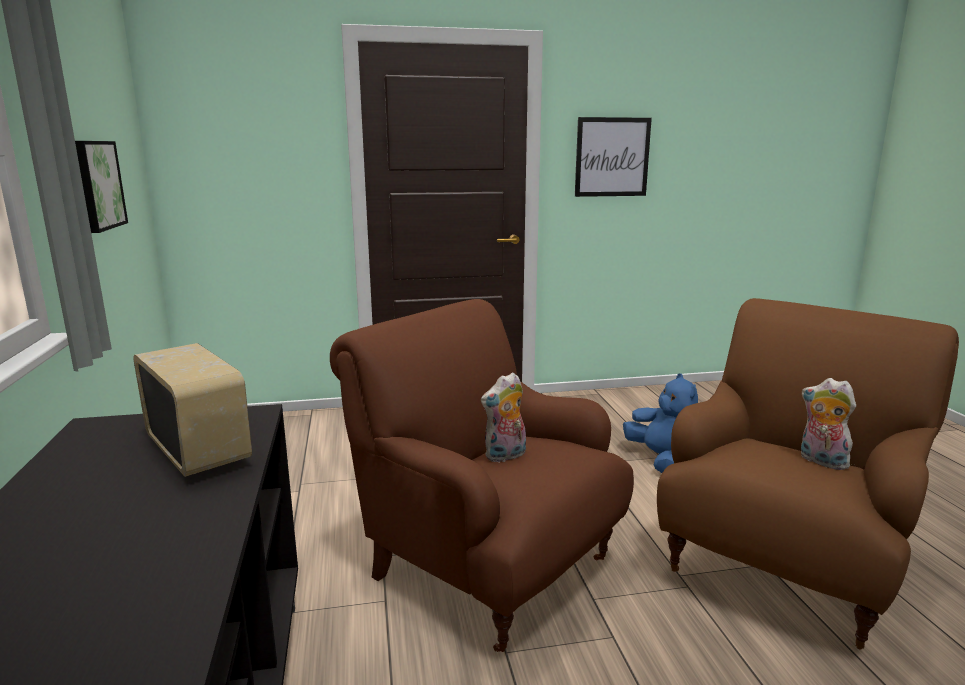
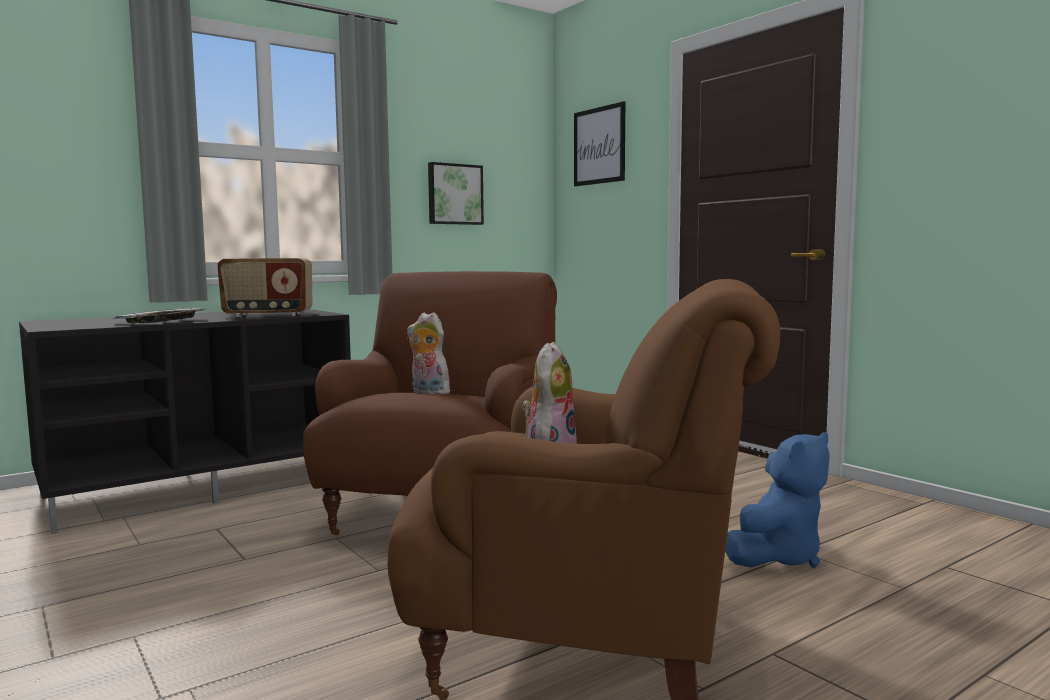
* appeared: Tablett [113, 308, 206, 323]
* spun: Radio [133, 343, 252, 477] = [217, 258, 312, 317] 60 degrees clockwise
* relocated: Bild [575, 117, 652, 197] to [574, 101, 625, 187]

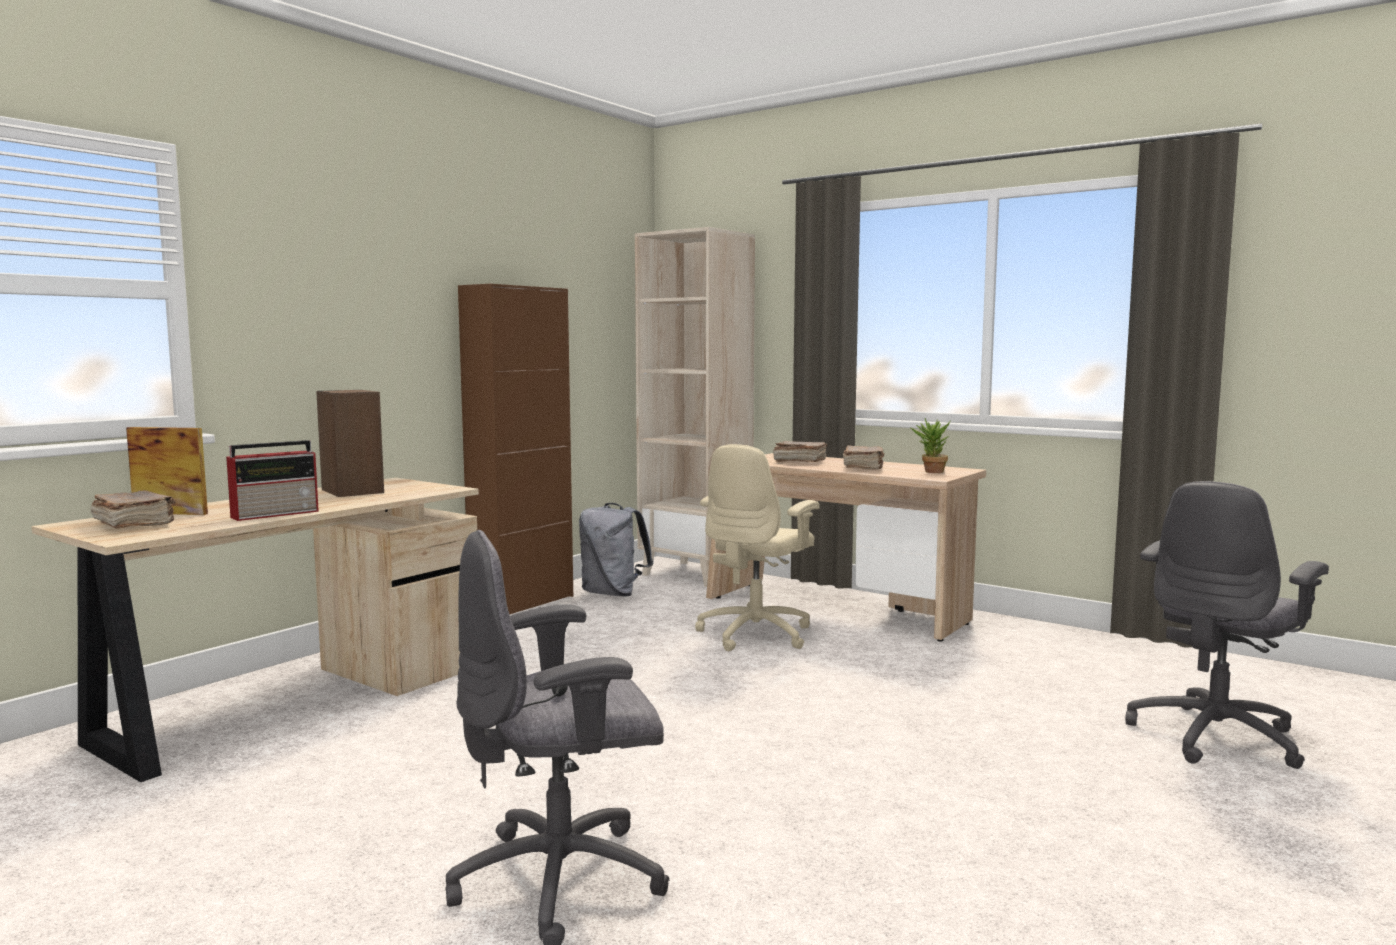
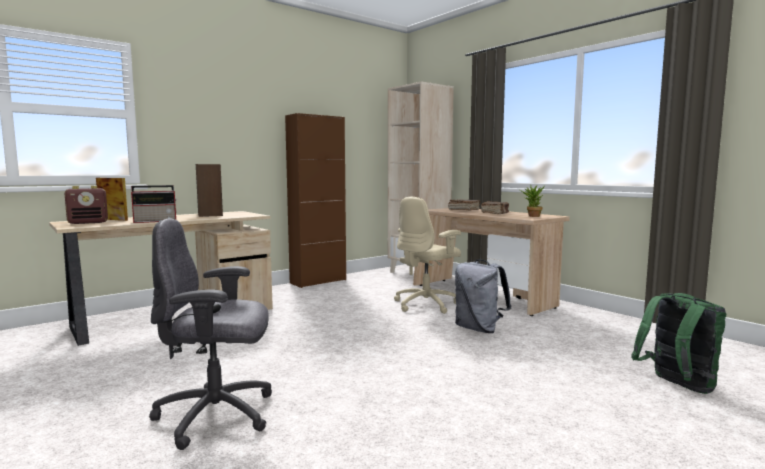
* exchanged: Buch/braun [90, 490, 176, 529] to Radio [64, 186, 108, 224]
* relocated: Rucksack/grau [579, 503, 653, 596] to [455, 259, 511, 333]
* exchanged: Bürostuhl/grau [1125, 481, 1329, 769] to Rucksack/grün [631, 293, 726, 394]

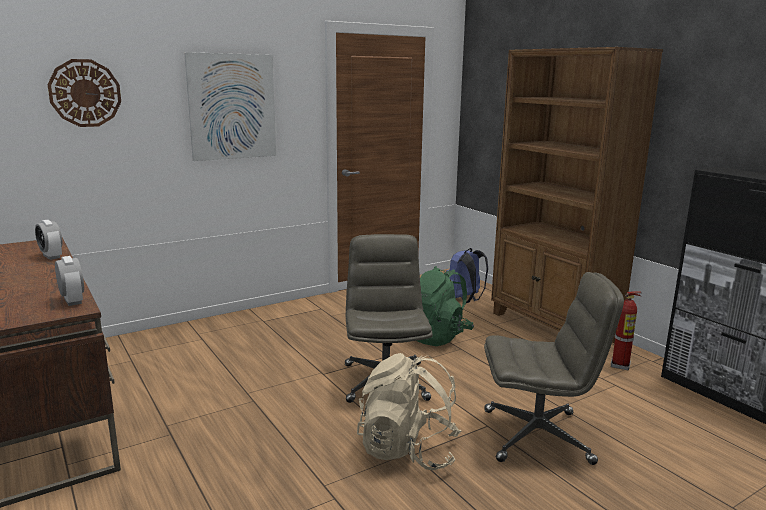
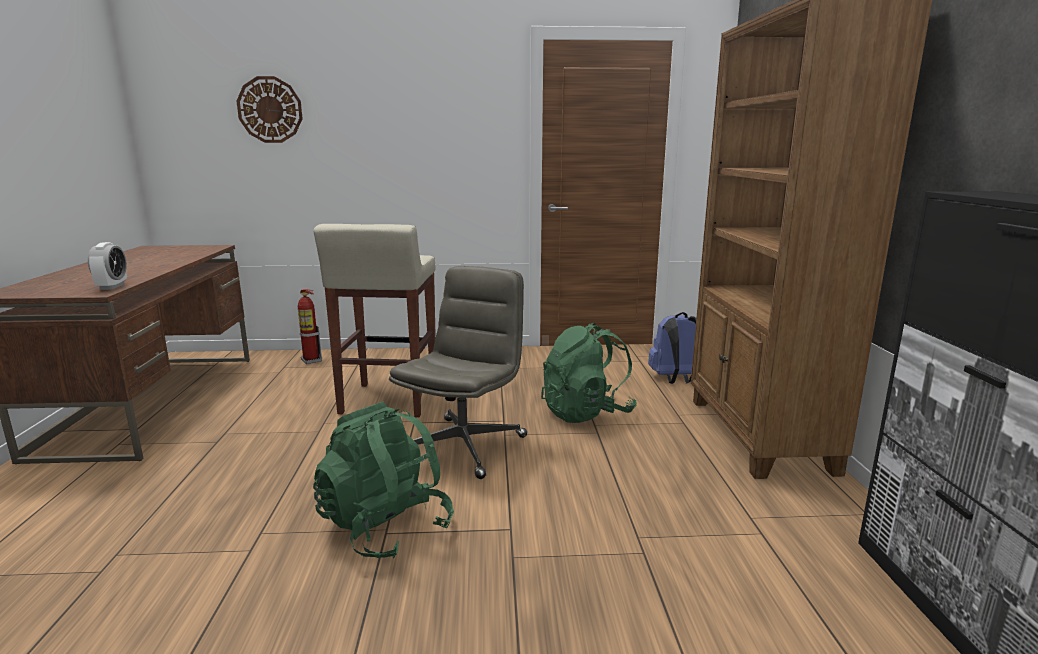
* relocated: Feuerlöscher [611, 291, 642, 370] to [298, 289, 322, 364]
* colour: Rucksack/beige [357, 353, 461, 470] to Rucksack/grün [313, 401, 454, 558]
* appeared: Hocker/beige [314, 224, 436, 417]
* missing: Wecker [35, 220, 62, 260]
* missing: Bild [184, 52, 276, 161]
* missing: Bürostuhl/grau [484, 272, 624, 465]

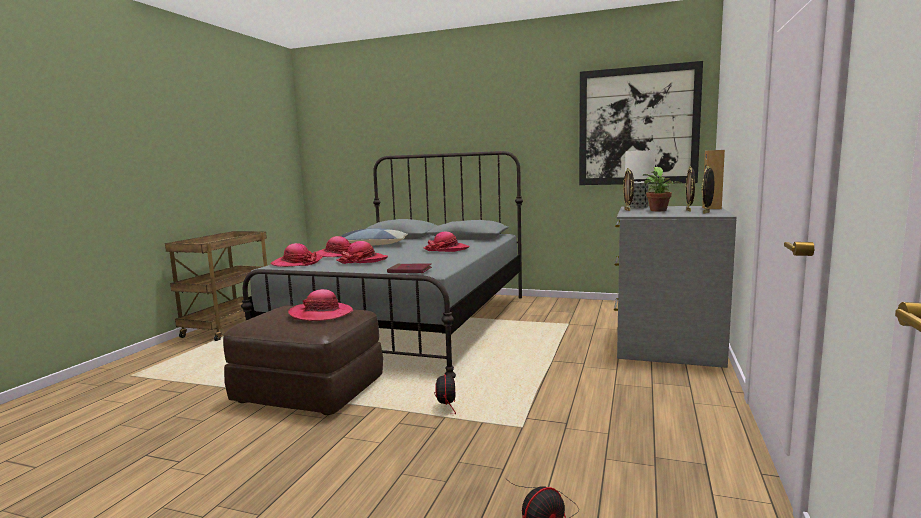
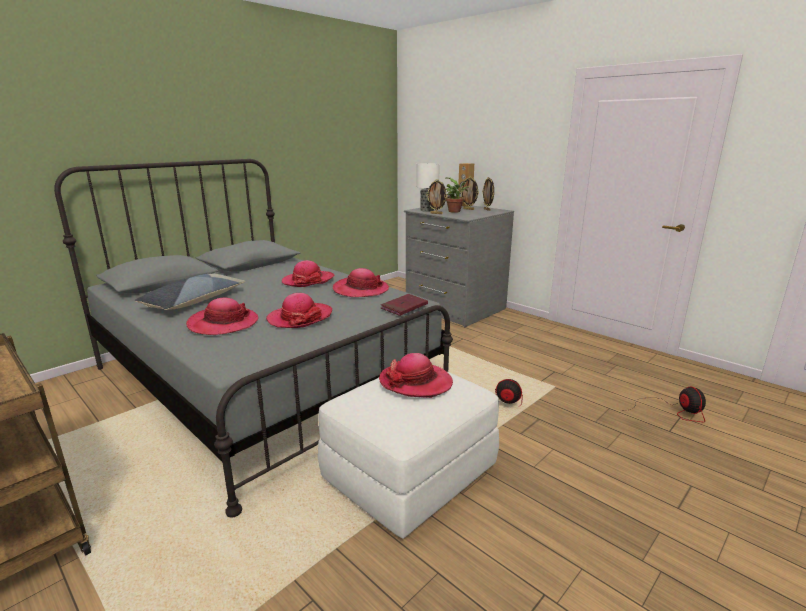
* colour: Polsterhocker/braun [223, 305, 383, 415] to Polsterhocker/weiß [318, 371, 499, 539]
* relocated: Hut [270, 243, 323, 267] to [333, 268, 389, 297]
* missing: Bild [579, 61, 703, 185]

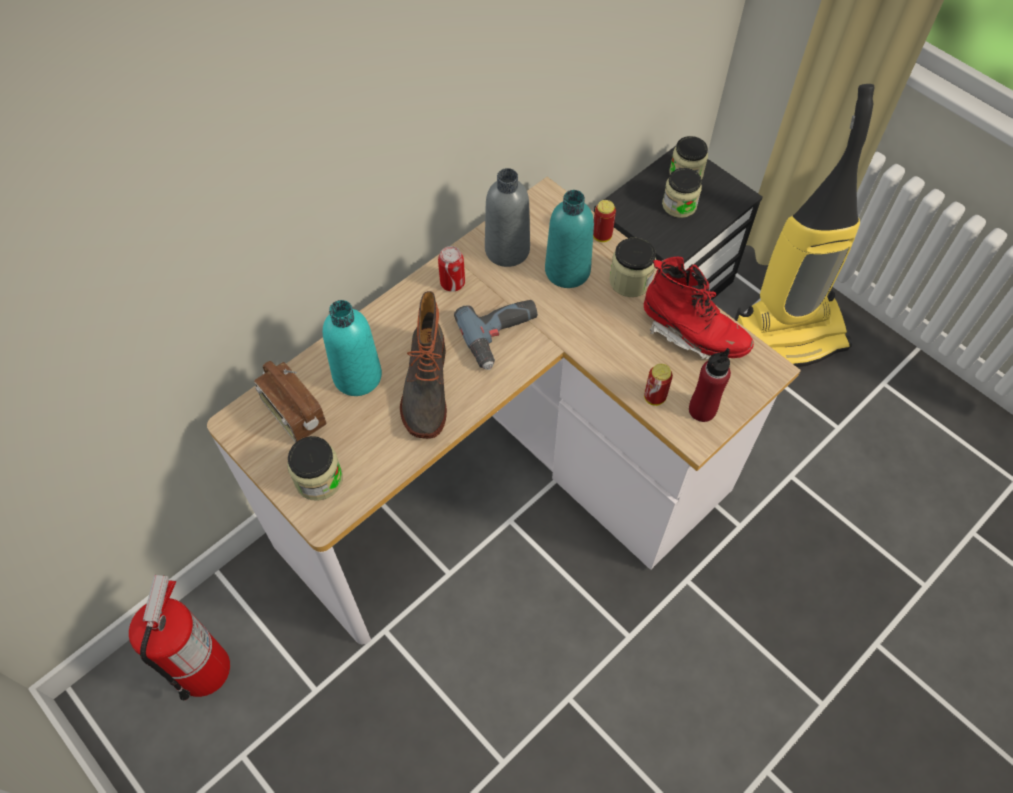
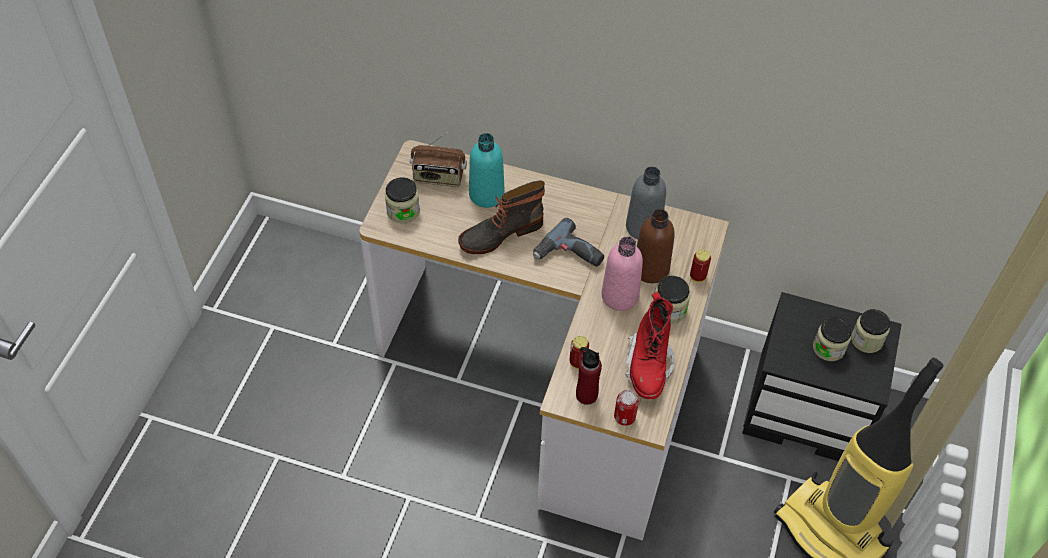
* spun: Radio [254, 361, 327, 442] = [410, 132, 467, 187] 105 degrees counterclockwise
* appeared: Flasche/rosa [601, 236, 643, 311]
* relocated: Dose [438, 246, 465, 292] to [614, 389, 639, 426]
* colour: Flasche/türkis [545, 190, 594, 288] to Flasche/braun [637, 209, 675, 283]
* missing: Feuerlöscher [129, 575, 230, 700]

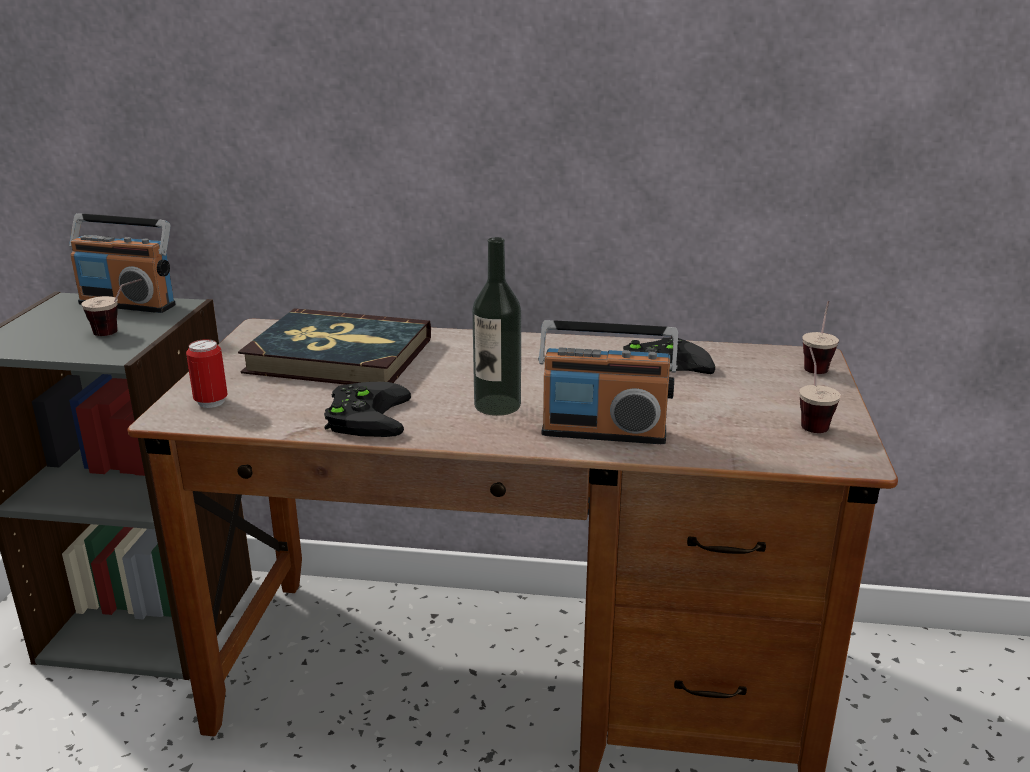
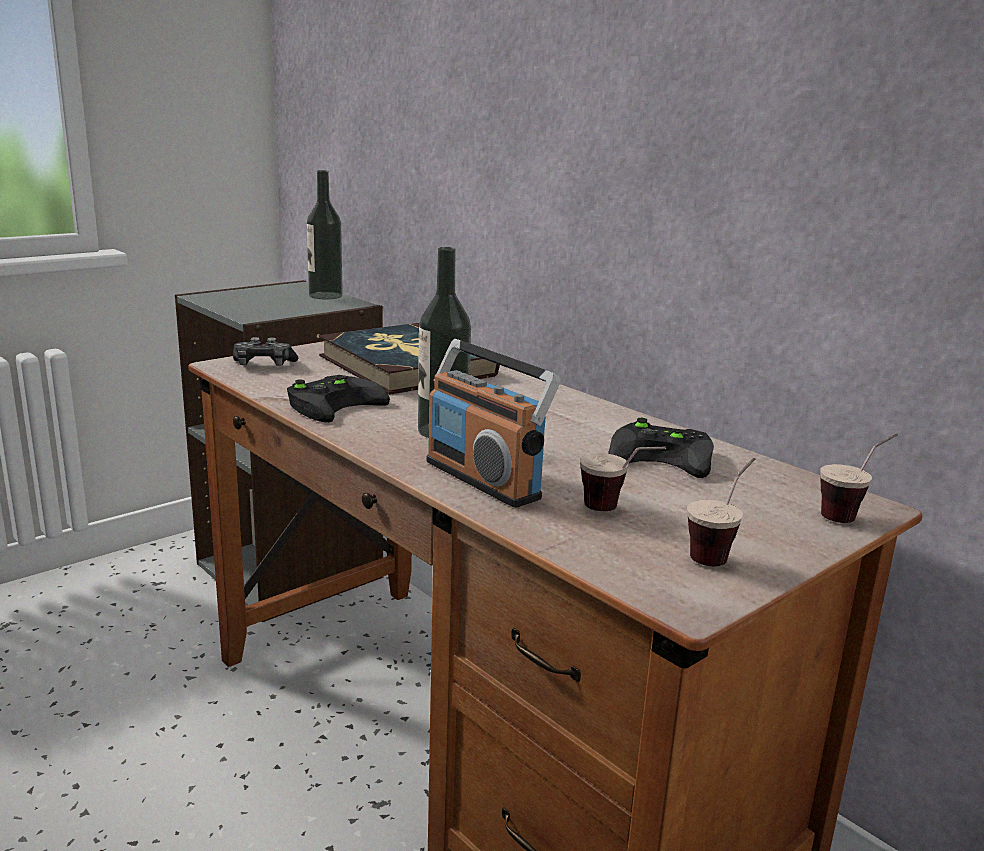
* exchanged: Dose [186, 339, 228, 408] to Gamepad [233, 337, 298, 366]
* exchanged: Radio [69, 213, 176, 313] to Flasche [307, 170, 343, 299]
* relocated: Tasse [81, 279, 142, 336] to [580, 446, 666, 511]

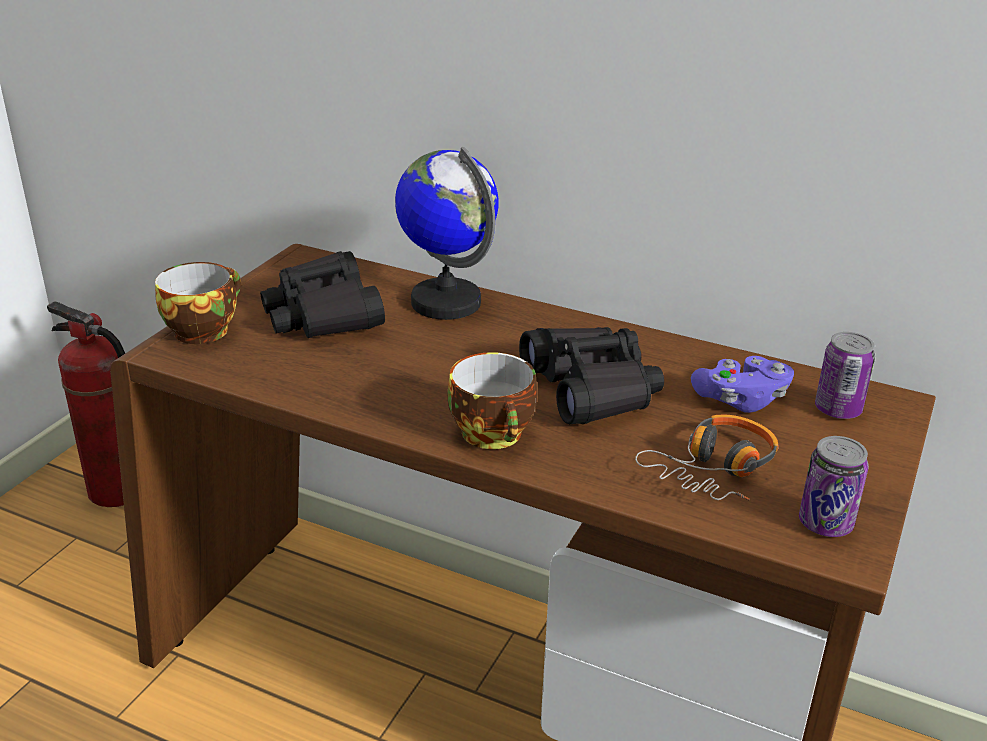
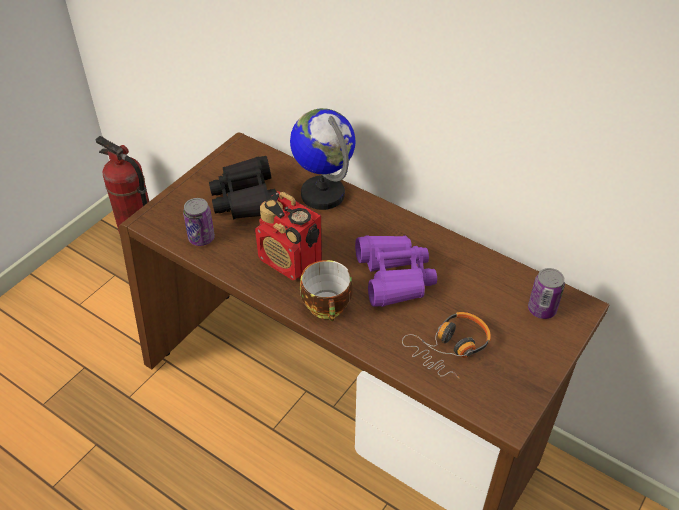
* relocated: Dose [799, 436, 869, 537] to [183, 198, 215, 246]
* appeared: Radio [255, 191, 322, 280]
* colour: Fernglas/schwarz [519, 327, 664, 424] to Fernglas/lila [355, 235, 437, 307]
* missing: Tasse [155, 262, 241, 344]
* missing: Gamepad/lila [691, 356, 794, 413]

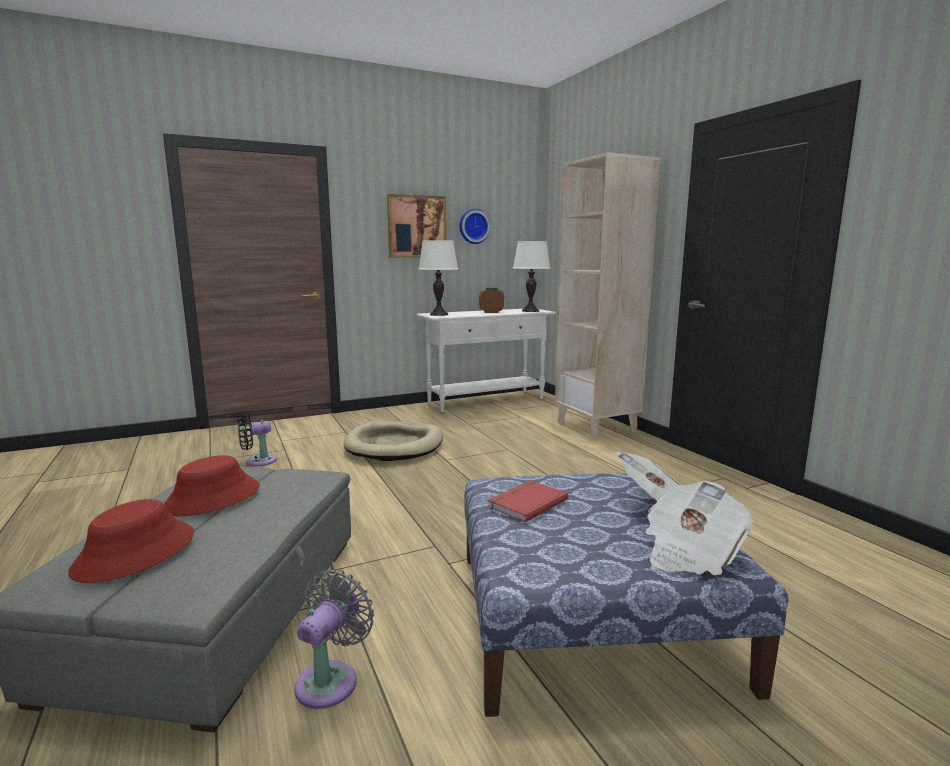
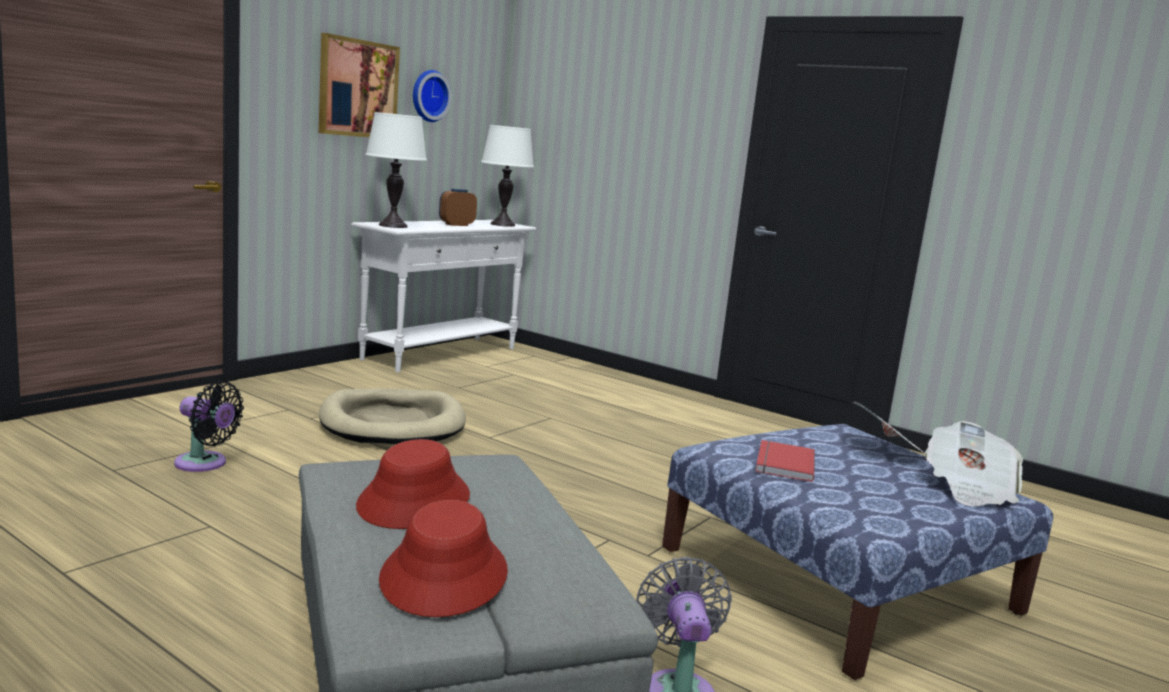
* spun: Ventilator/schwarz [237, 411, 277, 466] = [174, 381, 244, 472] 105 degrees counterclockwise
* missing: Bücherregal/beige [555, 152, 661, 440]

